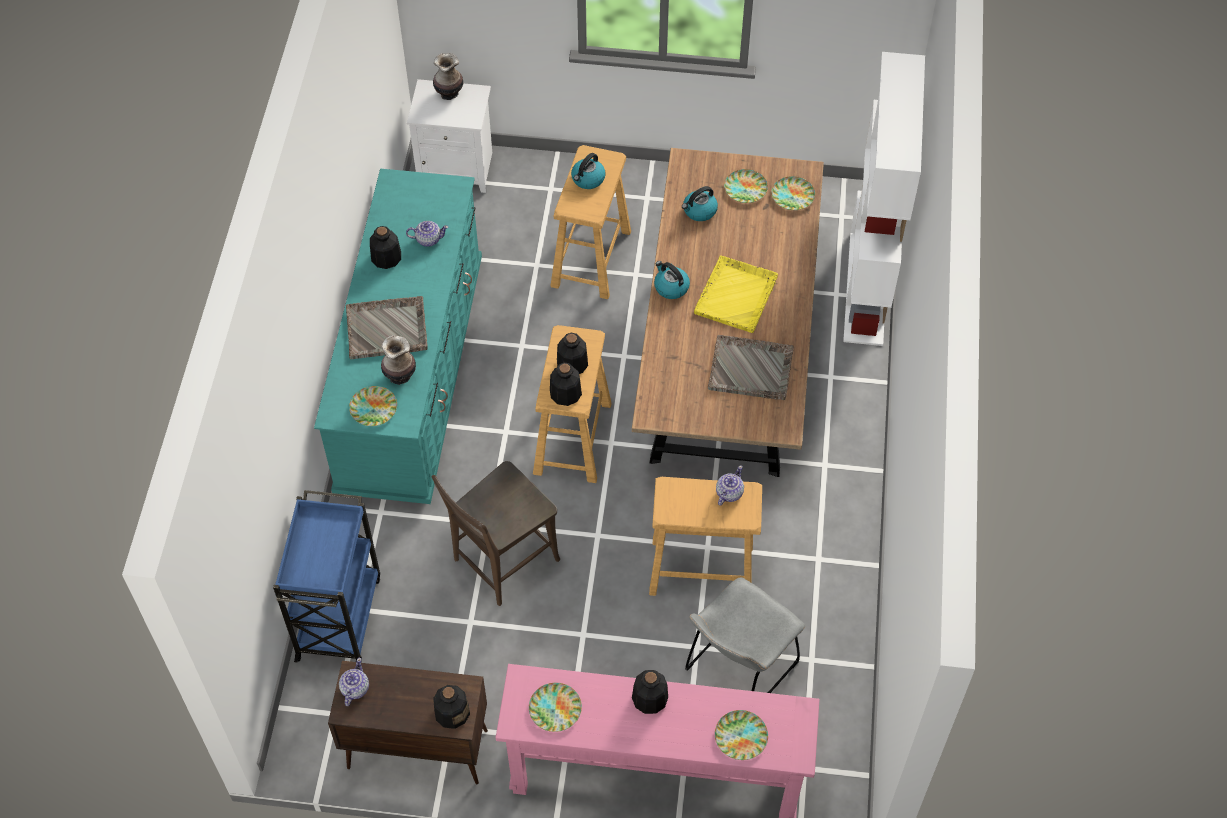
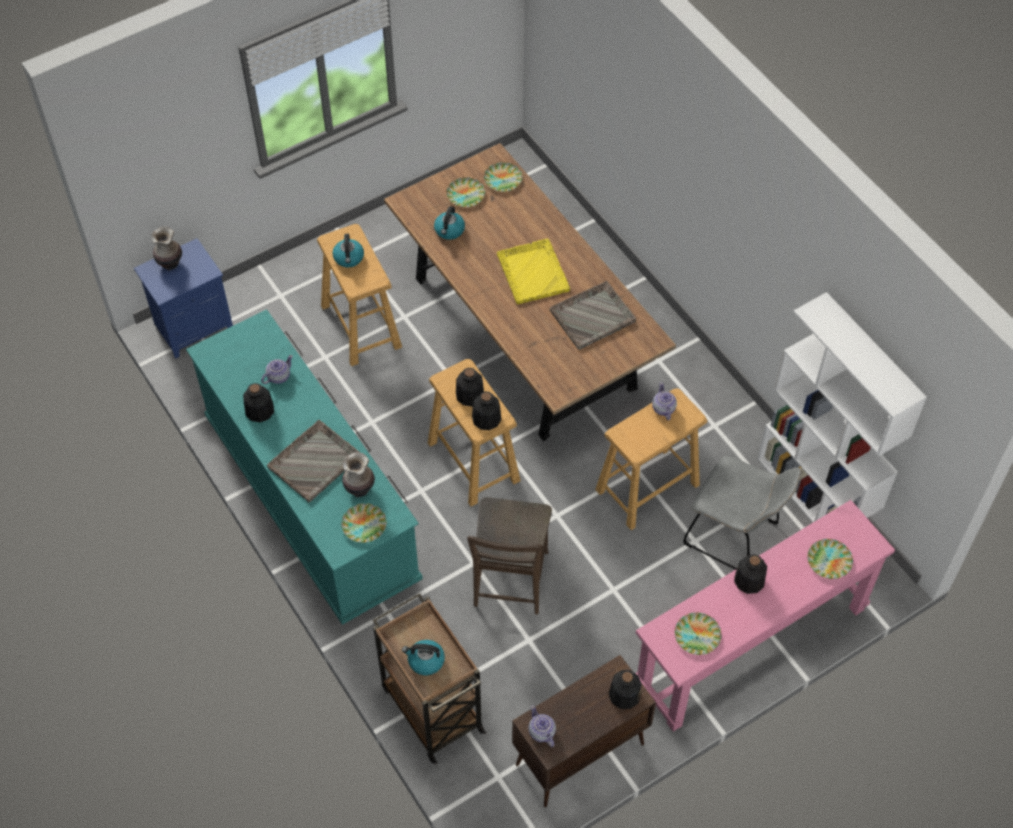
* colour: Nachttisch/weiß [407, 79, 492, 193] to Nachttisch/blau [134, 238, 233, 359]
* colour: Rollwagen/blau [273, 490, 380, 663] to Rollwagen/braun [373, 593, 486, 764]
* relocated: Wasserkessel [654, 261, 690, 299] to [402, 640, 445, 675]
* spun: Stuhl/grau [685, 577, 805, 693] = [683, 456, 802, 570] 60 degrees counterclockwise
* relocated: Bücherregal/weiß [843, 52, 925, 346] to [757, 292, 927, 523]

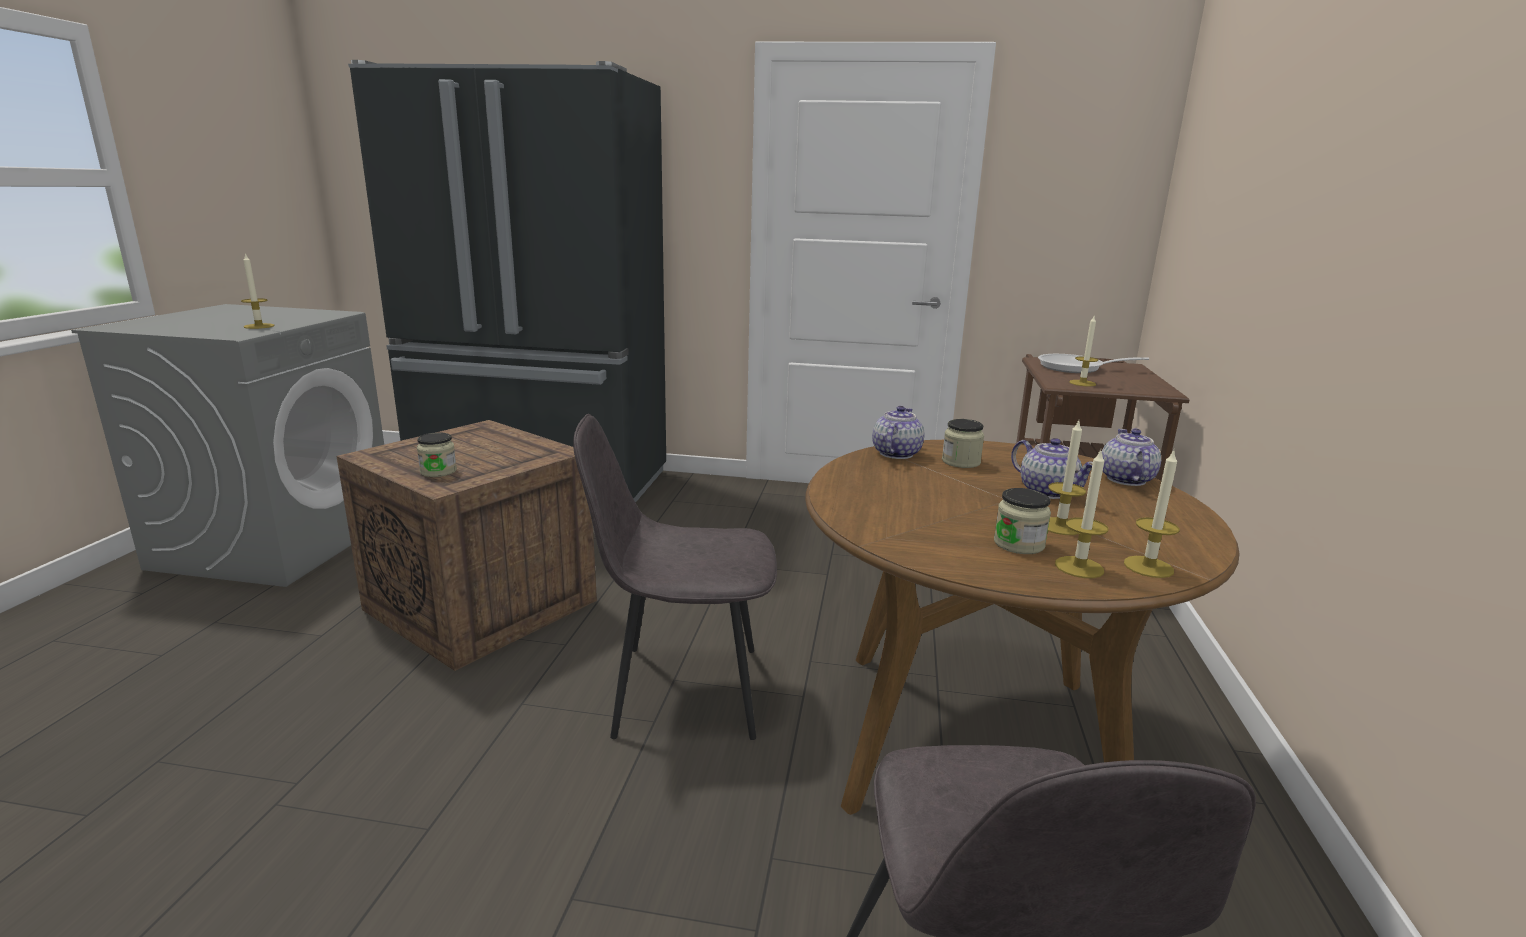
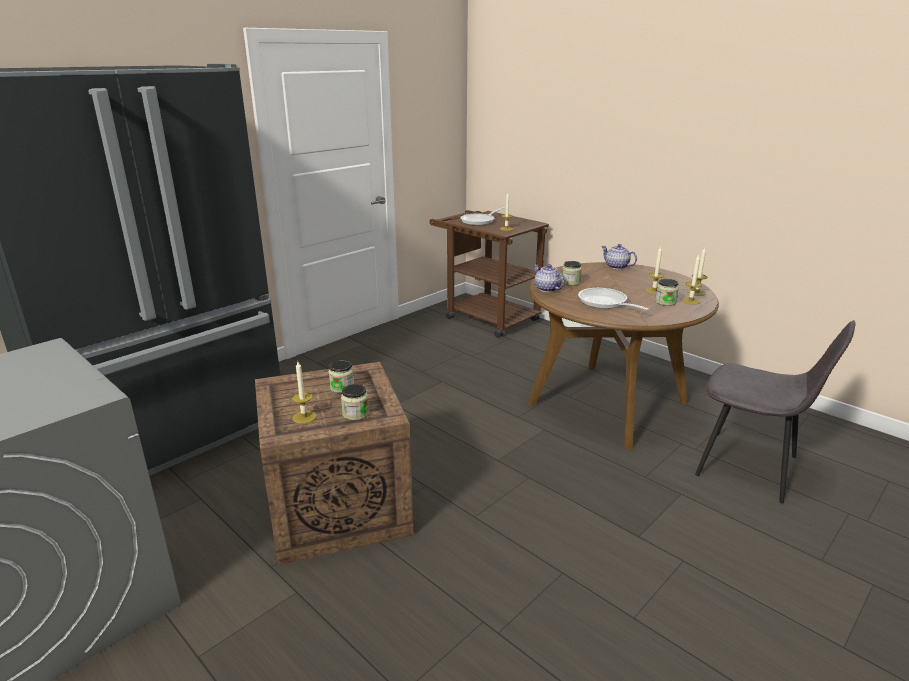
* relocated: Kerze [241, 253, 275, 329] to [292, 362, 316, 424]
* appeared: Vorratsglas [328, 360, 354, 393]
* appeared: Pfanne [578, 288, 649, 310]
* missing: Stuhl/grau [573, 414, 777, 740]
* missing: Teekanne [1011, 438, 1093, 499]

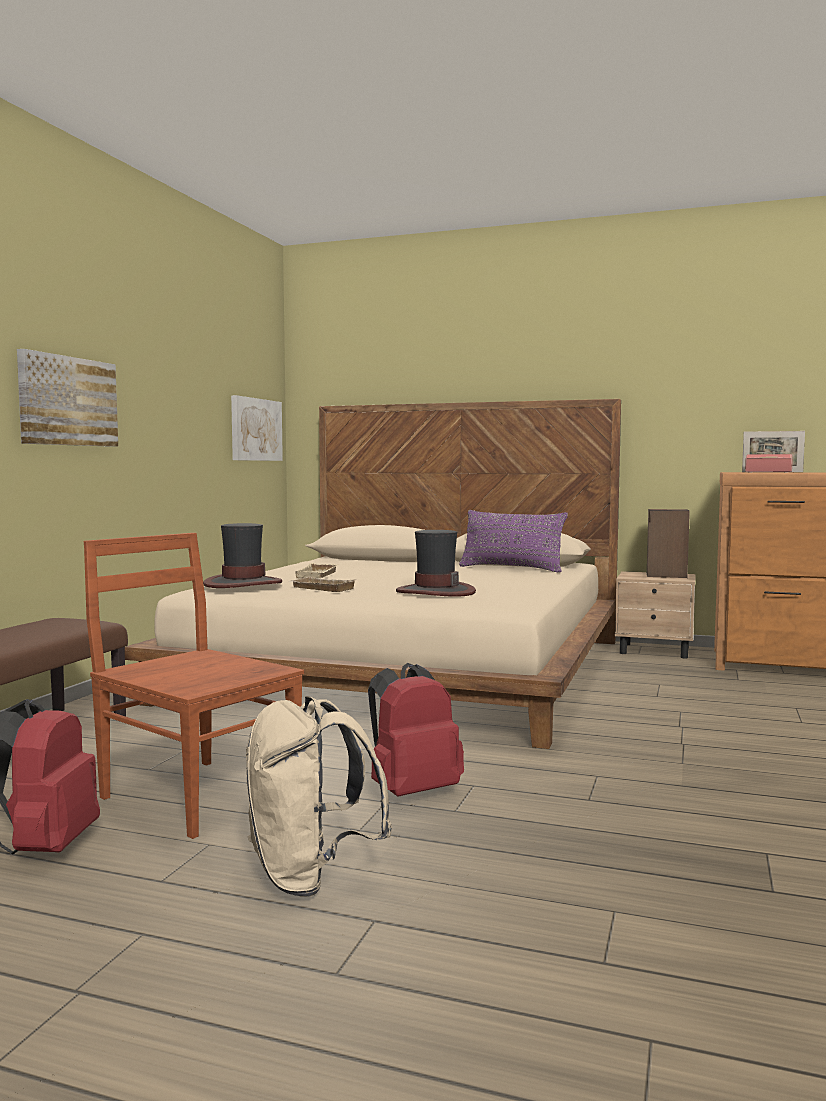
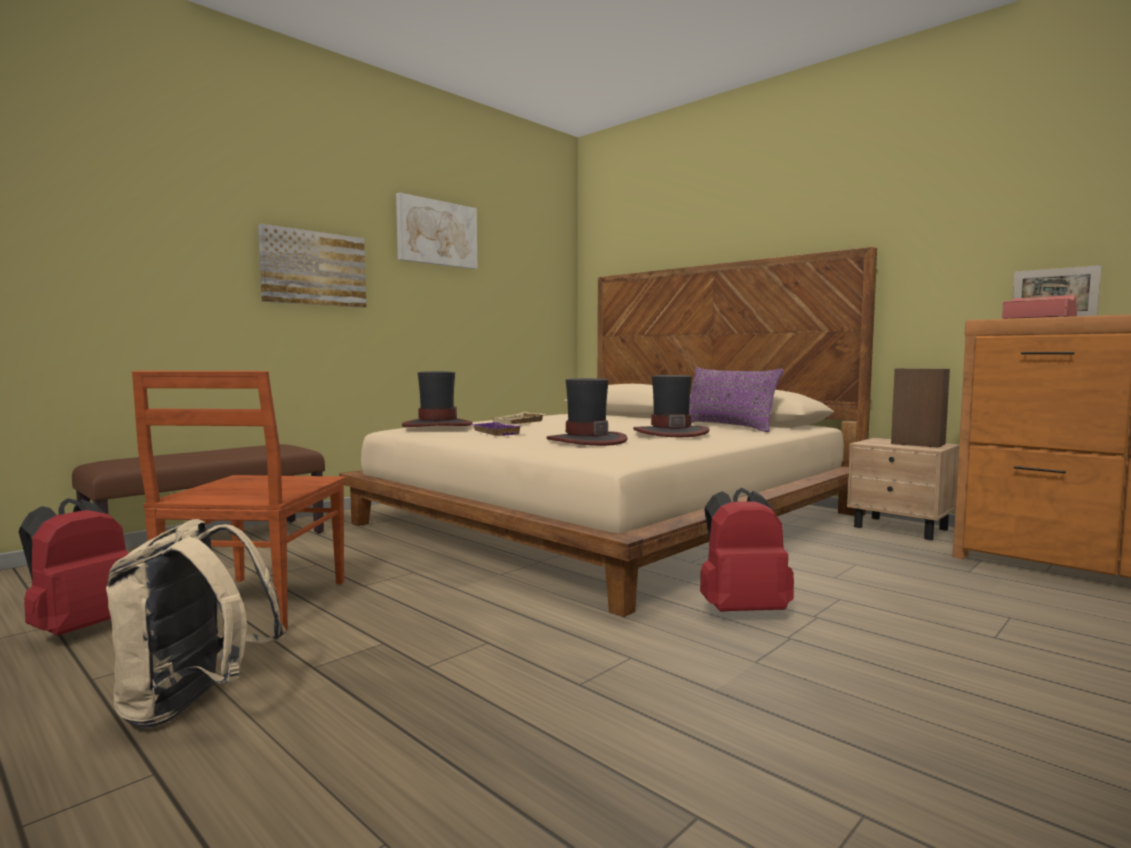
* spun: Stuhl/braun [84, 533, 304, 839] = [132, 371, 345, 631] 150 degrees counterclockwise
* relocated: Bild [231, 395, 283, 461] to [396, 192, 477, 269]
* colour: Tablett/beige [289, 577, 357, 592] to Tablett/lila [470, 422, 522, 436]
* appeared: Hut [633, 375, 709, 437]
* relocated: Rucksack/rot [368, 663, 464, 797] to [700, 488, 794, 612]

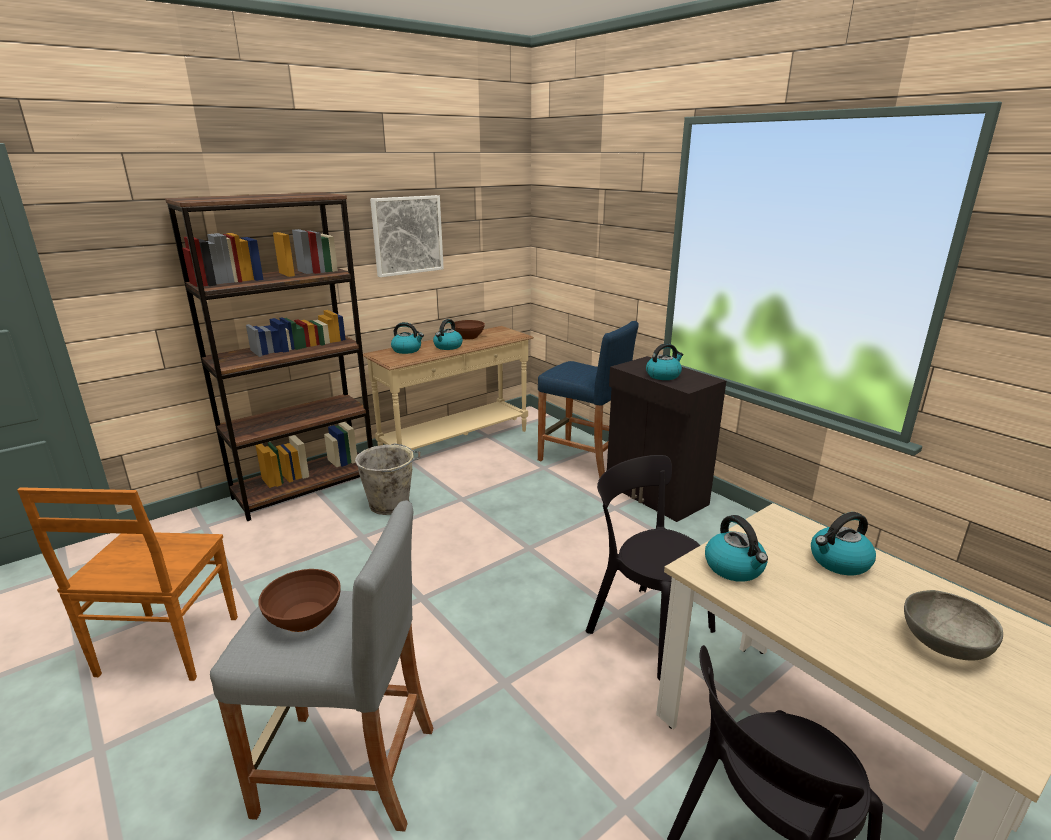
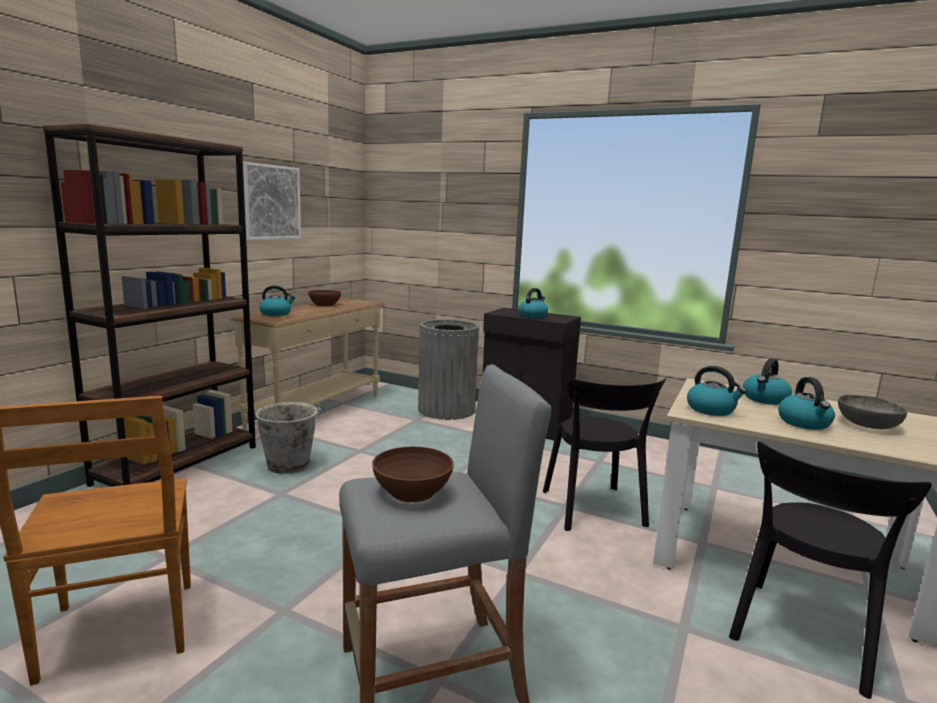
* exchanged: Hocker/blau [538, 321, 639, 478] to Mülleimer/grau [418, 319, 479, 420]
* spun: Stuhl/schwarz [586, 455, 715, 680] = [543, 378, 666, 531] 120 degrees counterclockwise
* relocated: Wasserkessel [433, 319, 463, 350] to [778, 377, 835, 430]

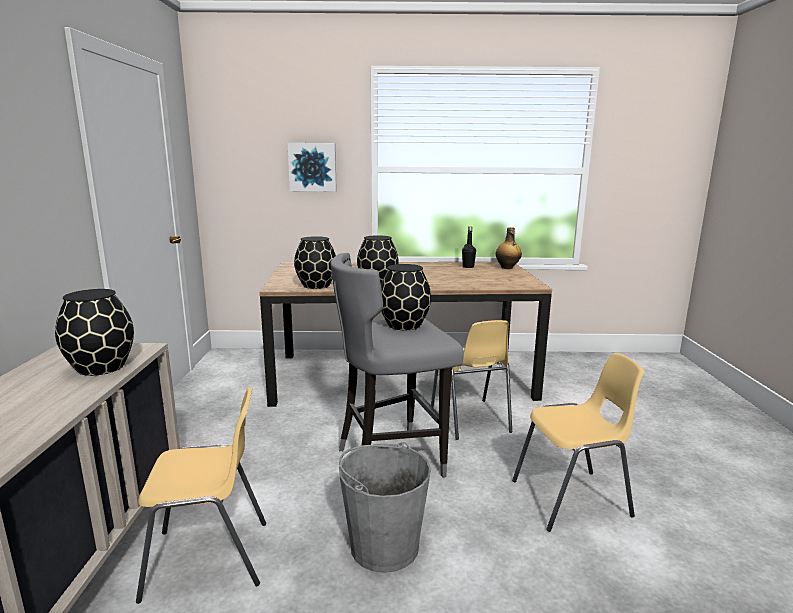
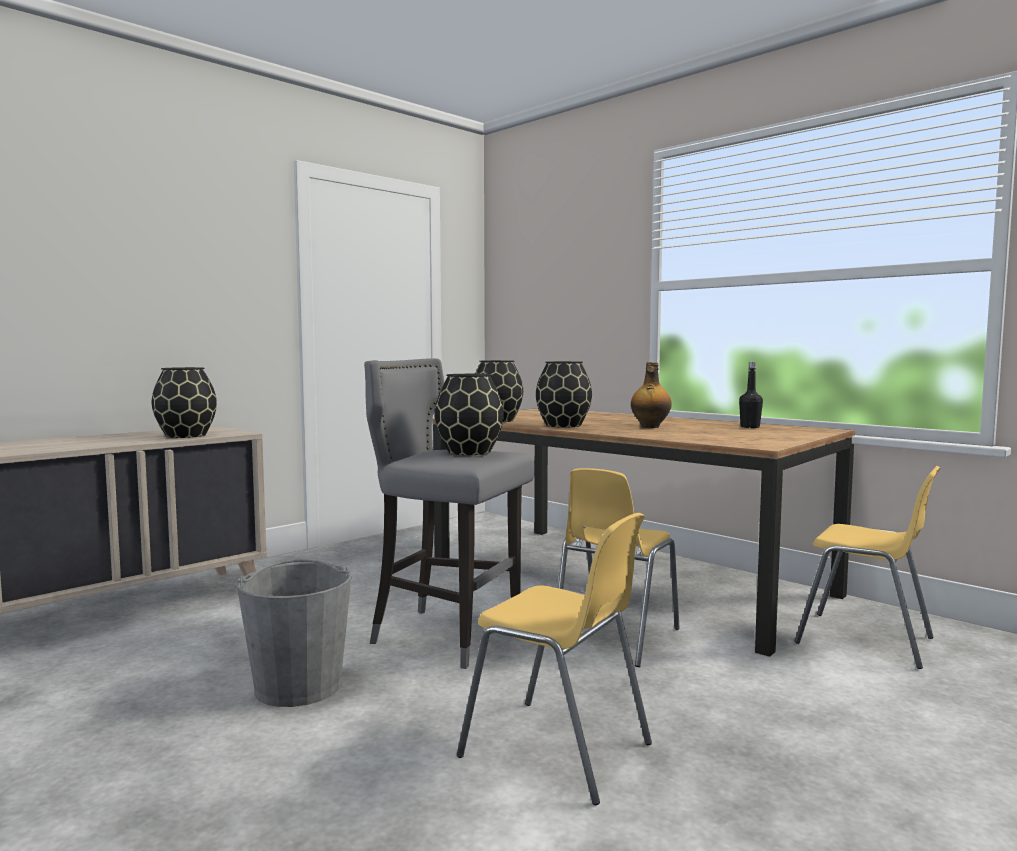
* relocated: Flasche [496, 227, 522, 269] to [631, 362, 672, 428]
* relocated: Stuhl/gelb [136, 387, 266, 604] to [795, 466, 941, 669]
* missing: Bild [287, 143, 337, 191]

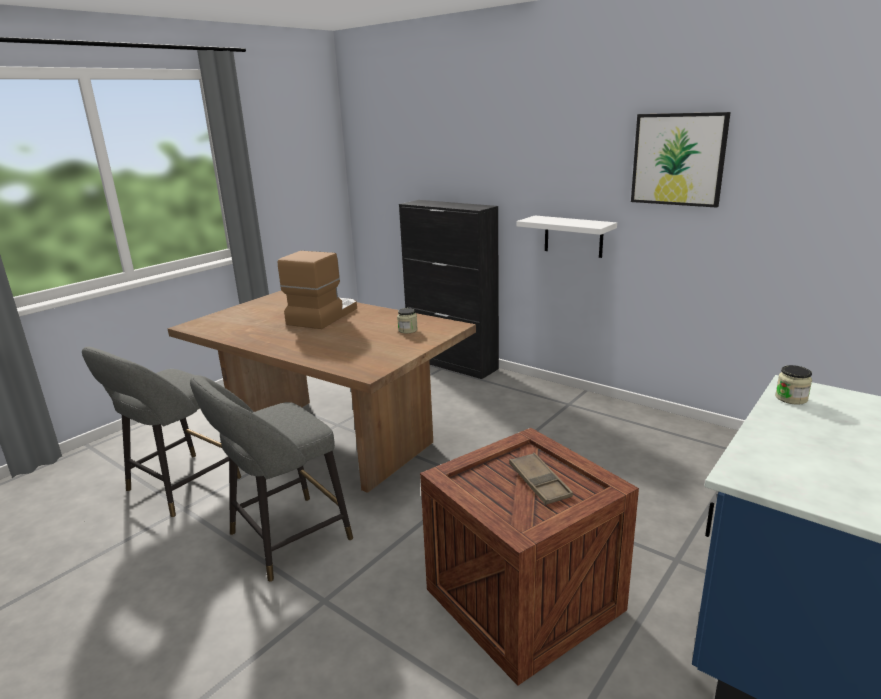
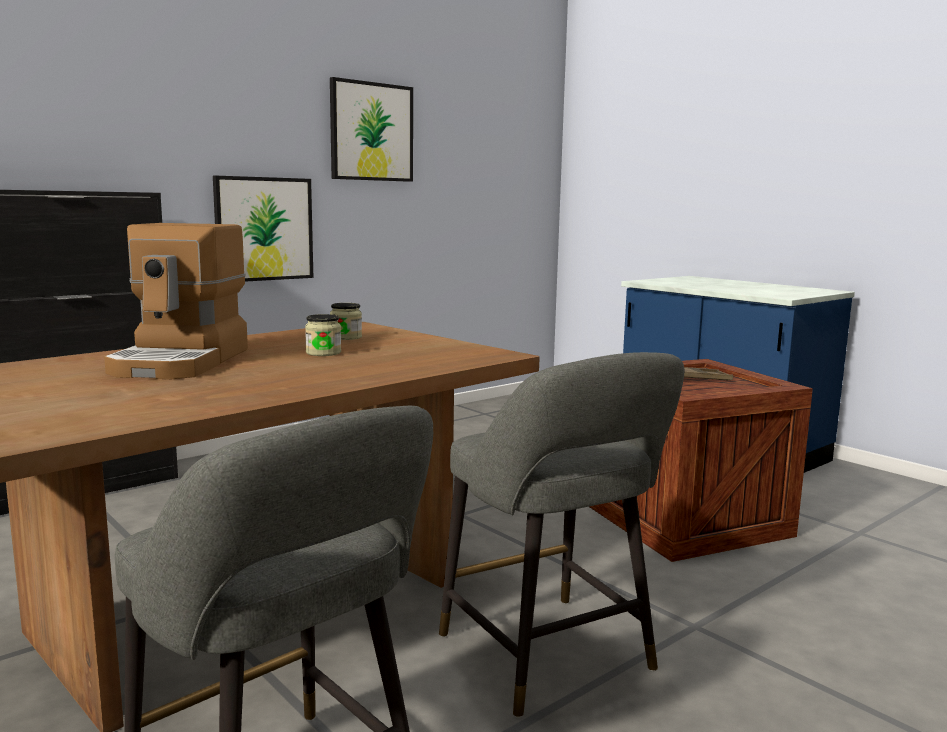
* spun: Kaffeemaschine [278, 251, 357, 329] = [104, 223, 248, 379] 120 degrees counterclockwise
* exchanged: Wandregal/weiß [516, 216, 617, 258] to Bild [213, 176, 313, 282]
* relocated: Vorratsglas [775, 365, 812, 405] to [305, 314, 341, 356]

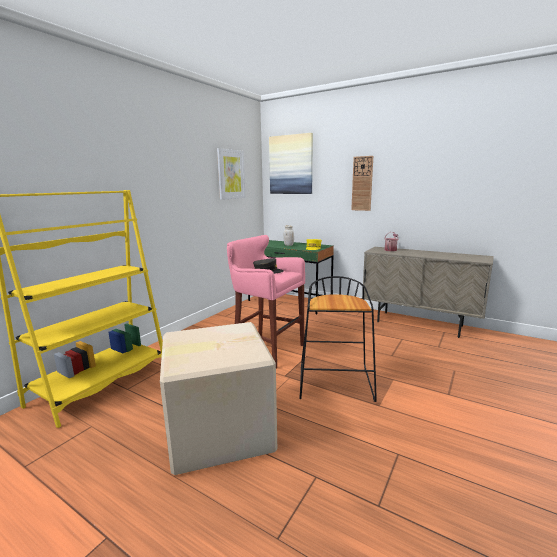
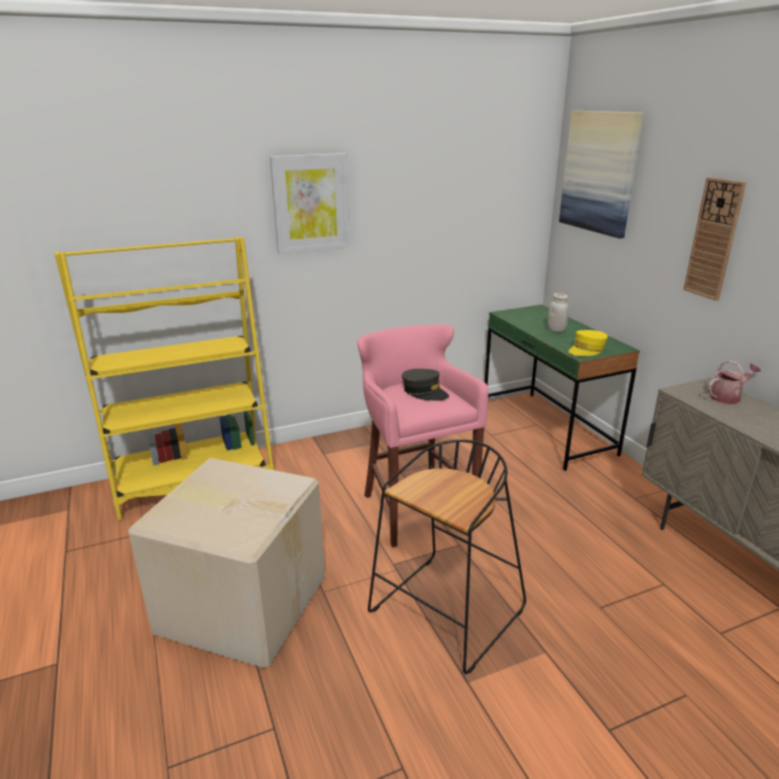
* relocated: Bild [217, 148, 245, 200] to [270, 153, 349, 254]

